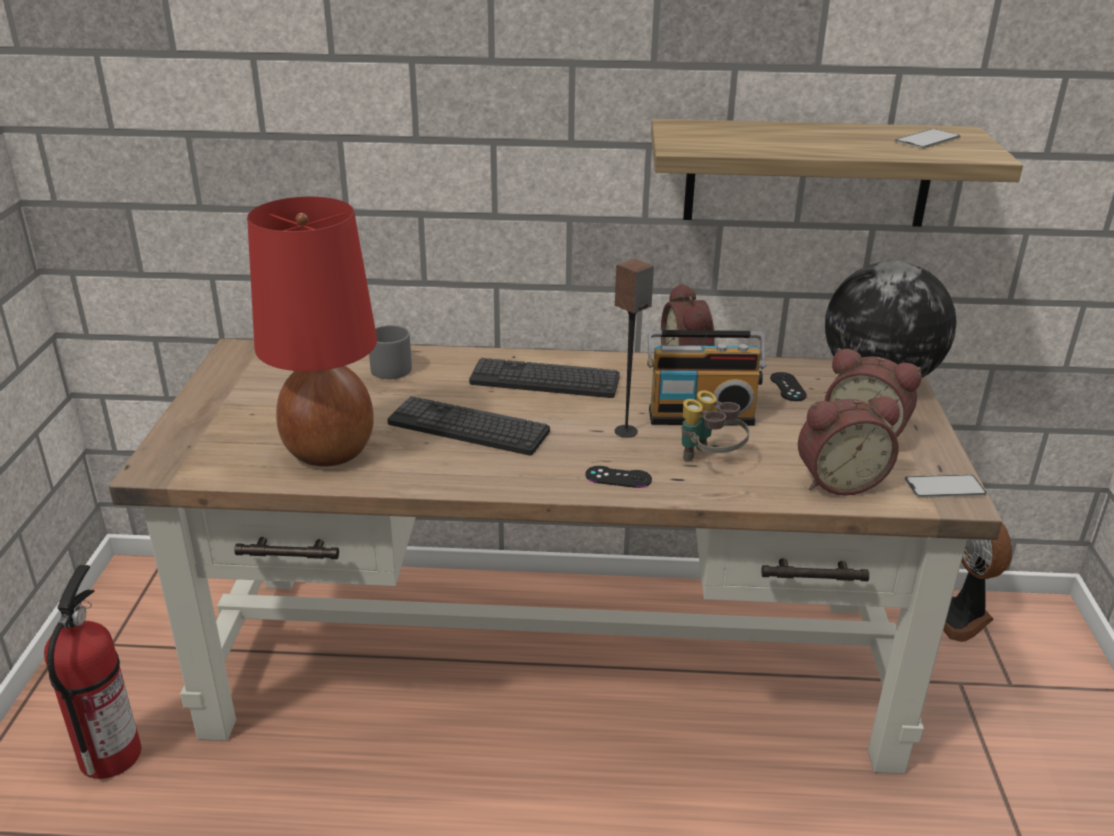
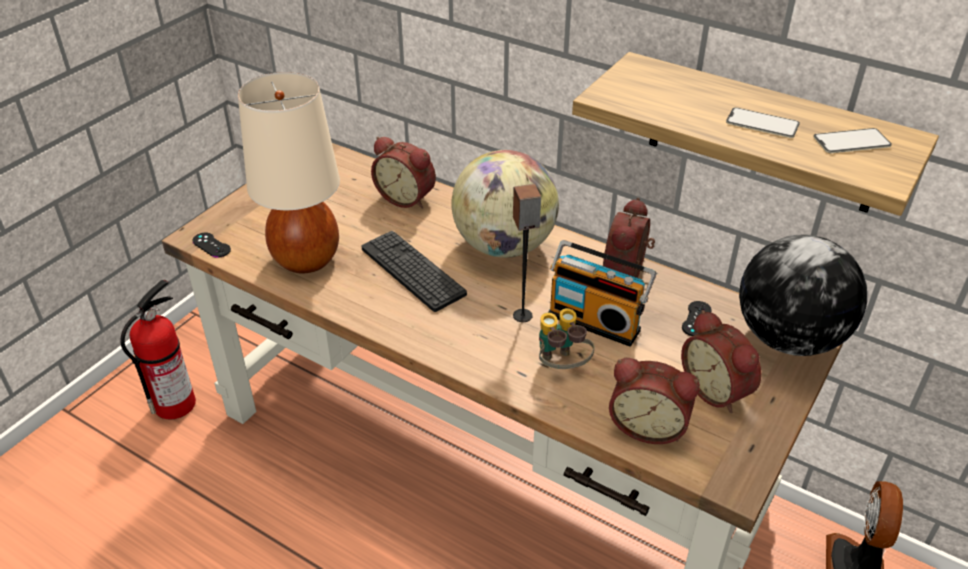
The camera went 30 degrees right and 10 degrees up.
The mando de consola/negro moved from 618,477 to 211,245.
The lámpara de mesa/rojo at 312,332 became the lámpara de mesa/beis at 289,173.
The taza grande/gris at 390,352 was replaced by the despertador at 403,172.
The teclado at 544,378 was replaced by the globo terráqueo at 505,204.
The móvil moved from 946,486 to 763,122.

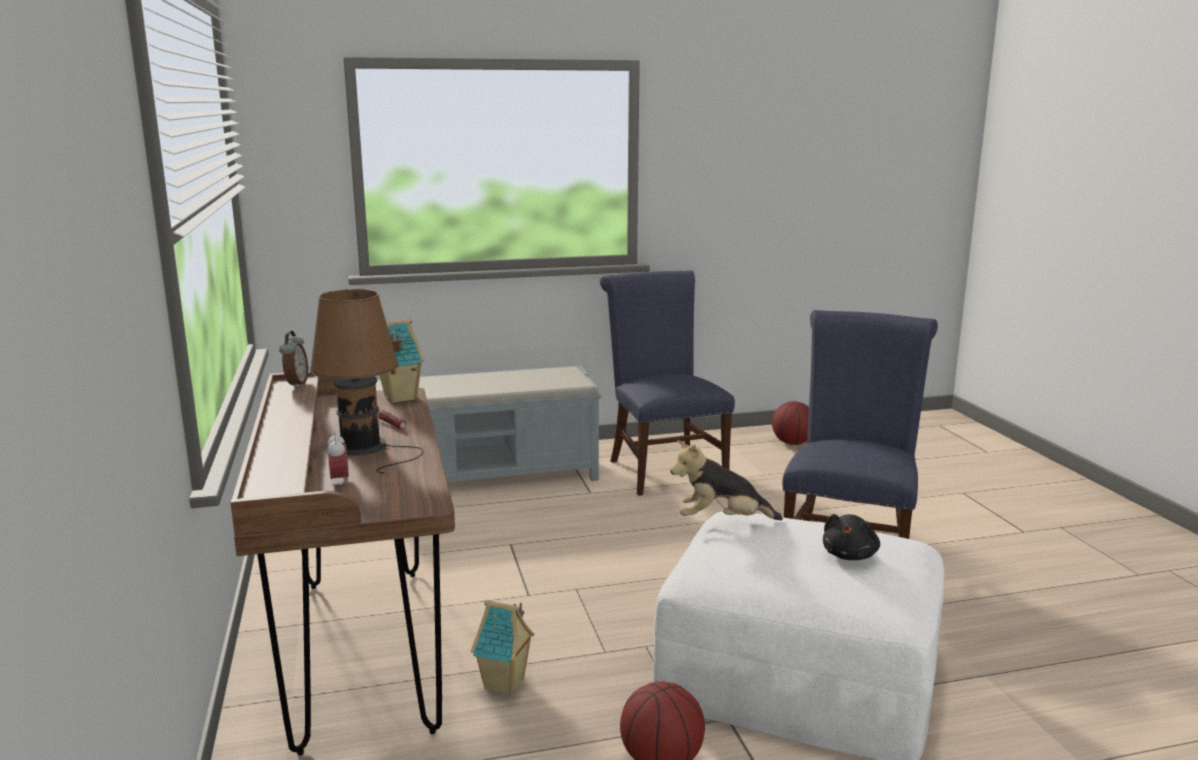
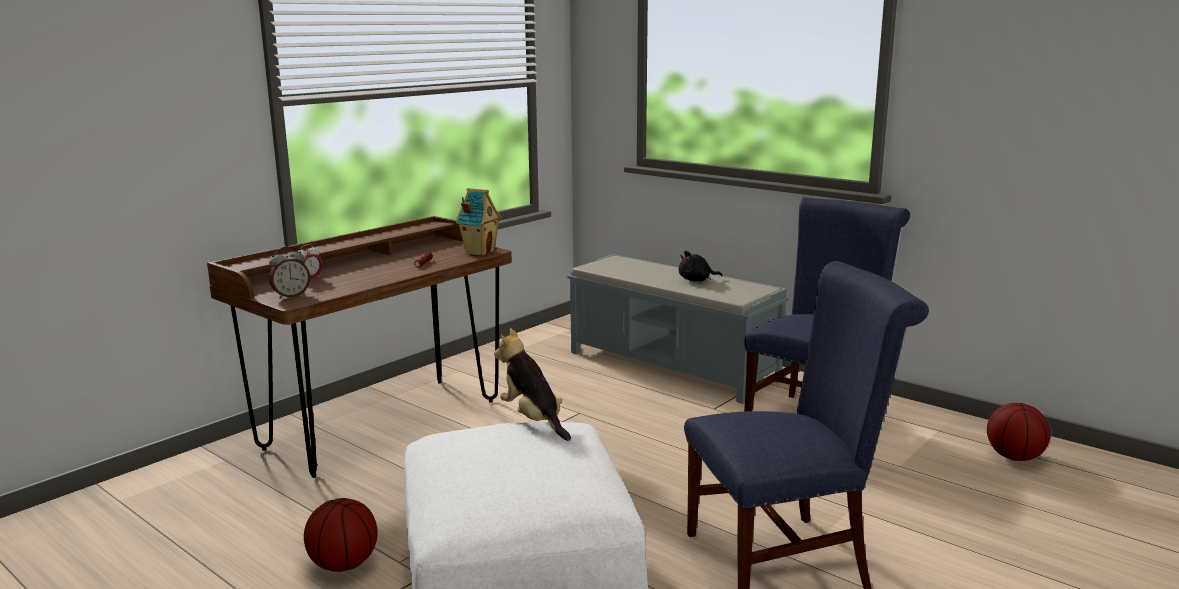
The camera went 55 degrees right and 0 degrees up.
The despertador moved from 293,359 to 289,272.
The peluche/negro moved from 851,537 to 700,266.
The lámpara de mesa/marrón at 366,381 disappeared.
The casita at 502,648 disappeared.

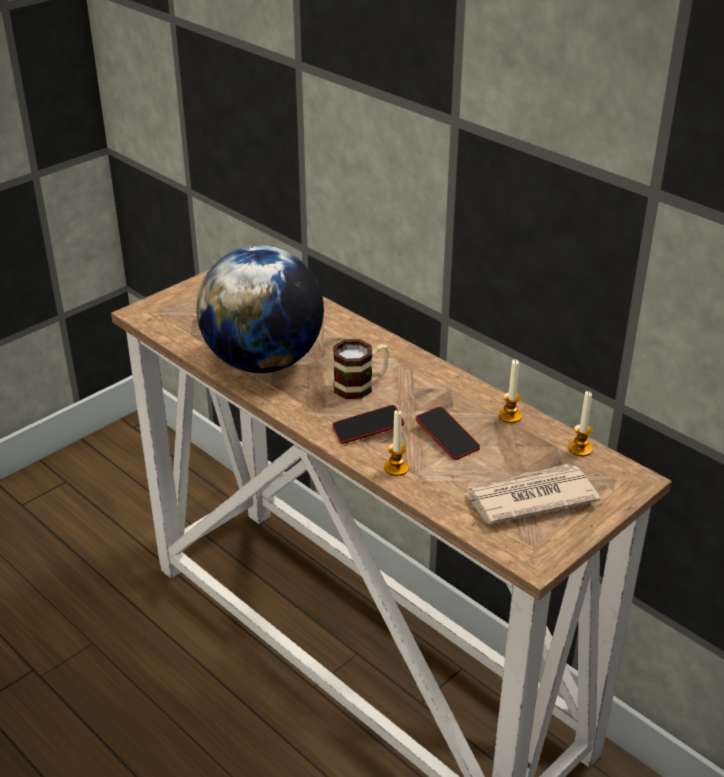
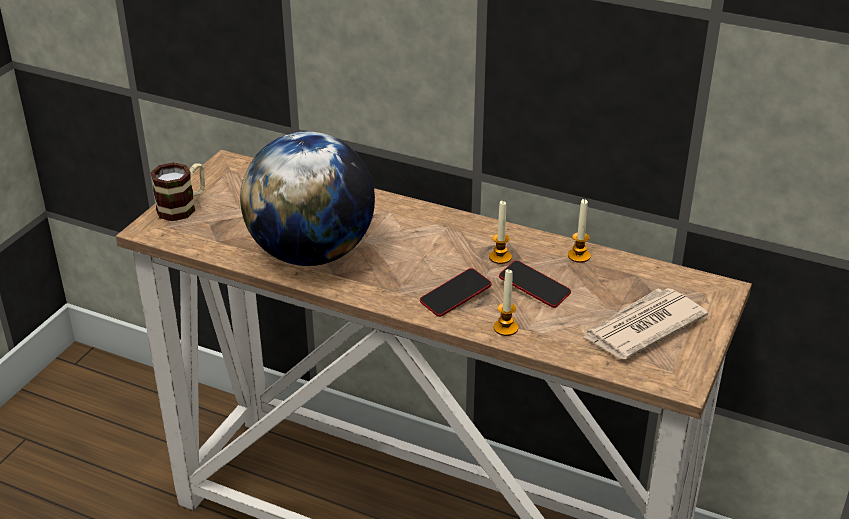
The camera went 20 degrees left and 0 degrees up.
The taza grande moved from 361,369 to 177,191.
The vela moved from 580,423 to 500,232.

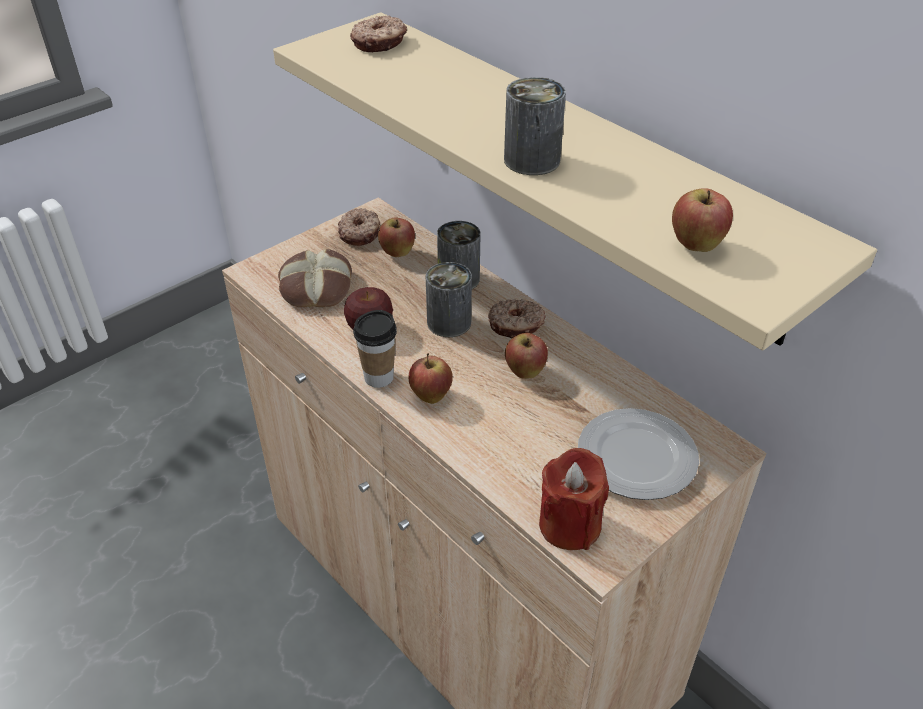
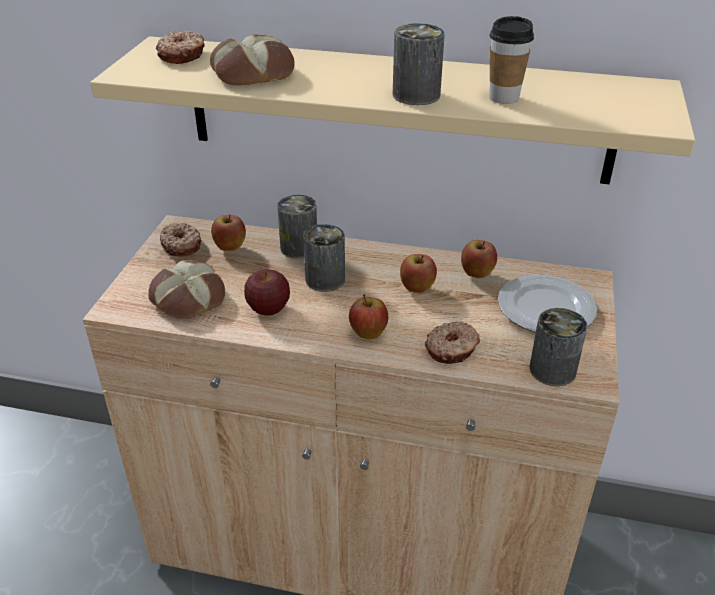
The camera went 35 degrees left and 5 degrees down.
The pan at 252,60 appeared.
The rosquilla moved from 517,318 to 452,343.
The manzana moved from 702,220 to 479,259.
The taza moved from 375,349 to 511,60.
The vela/rojo at 574,499 was replaced by the lata at 558,347.

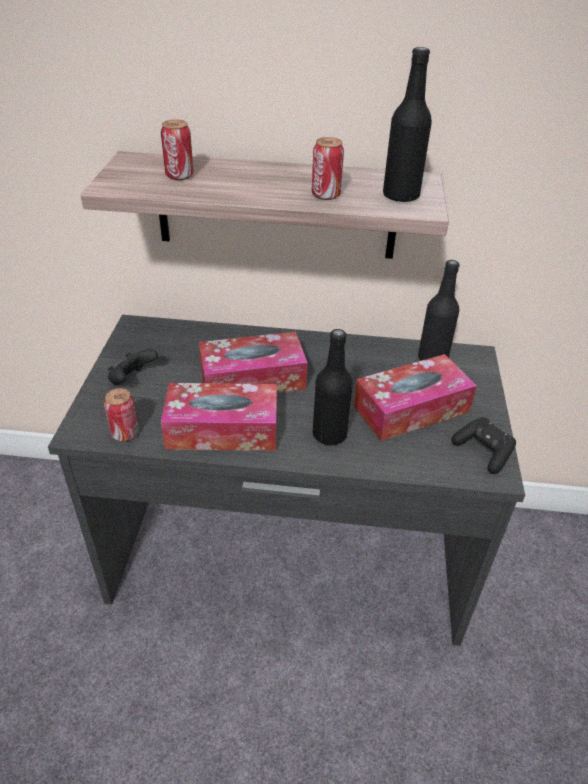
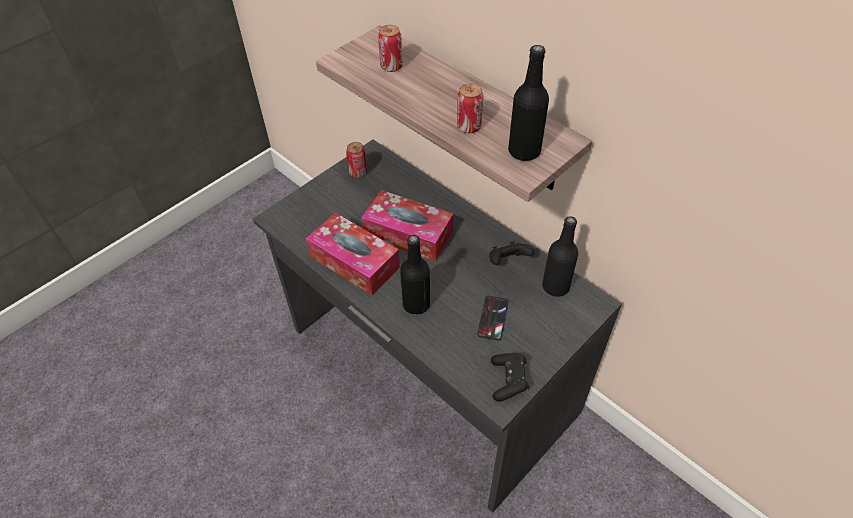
The camera went 40 degrees right and 10 degrees up.
The lata moved from 121,414 to 356,160.
The caja de pañuelos at 415,397 was replaced by the móvil at 493,318.
The mando de consola/negro moved from 133,367 to 511,253.

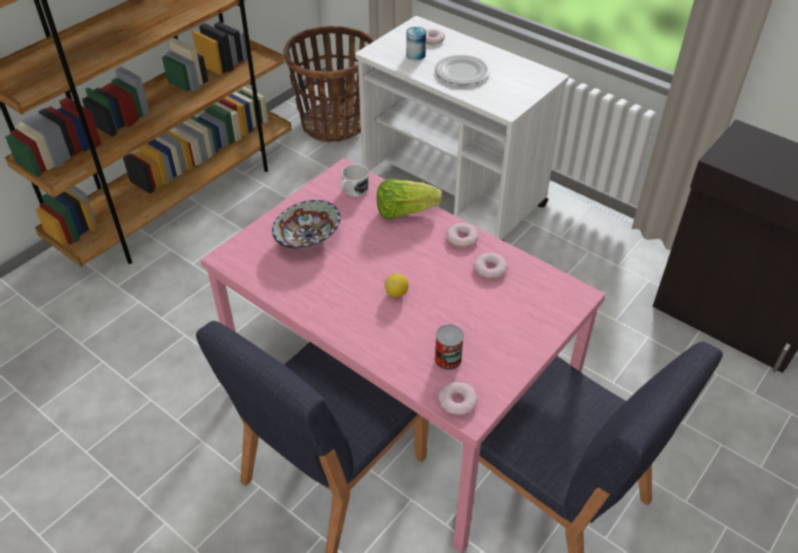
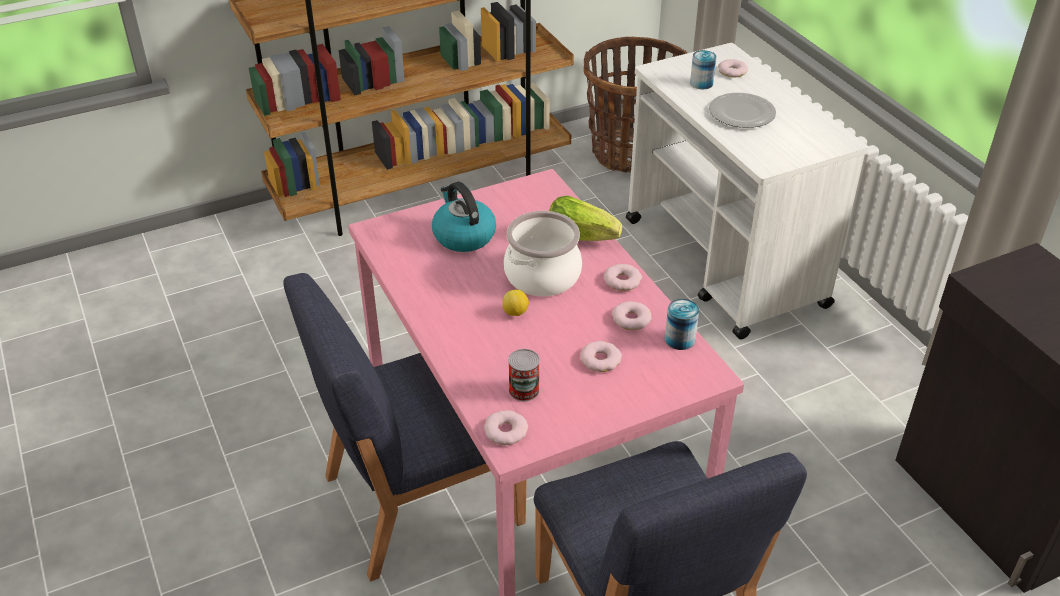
The camera went 25 degrees right and 5 degrees down.
The cuenco at 306,224 was replaced by the hervidor at 464,217.
The olla at 543,254 appeared.
The rosquilla at 601,356 appeared.
The lata at 682,324 appeared.
The taza grande/blanco at 354,180 disappeared.

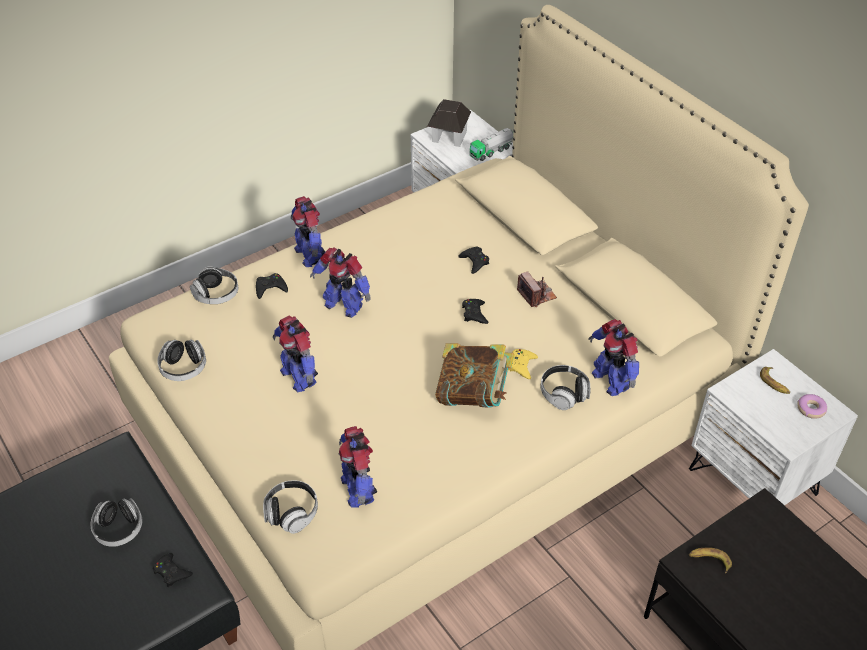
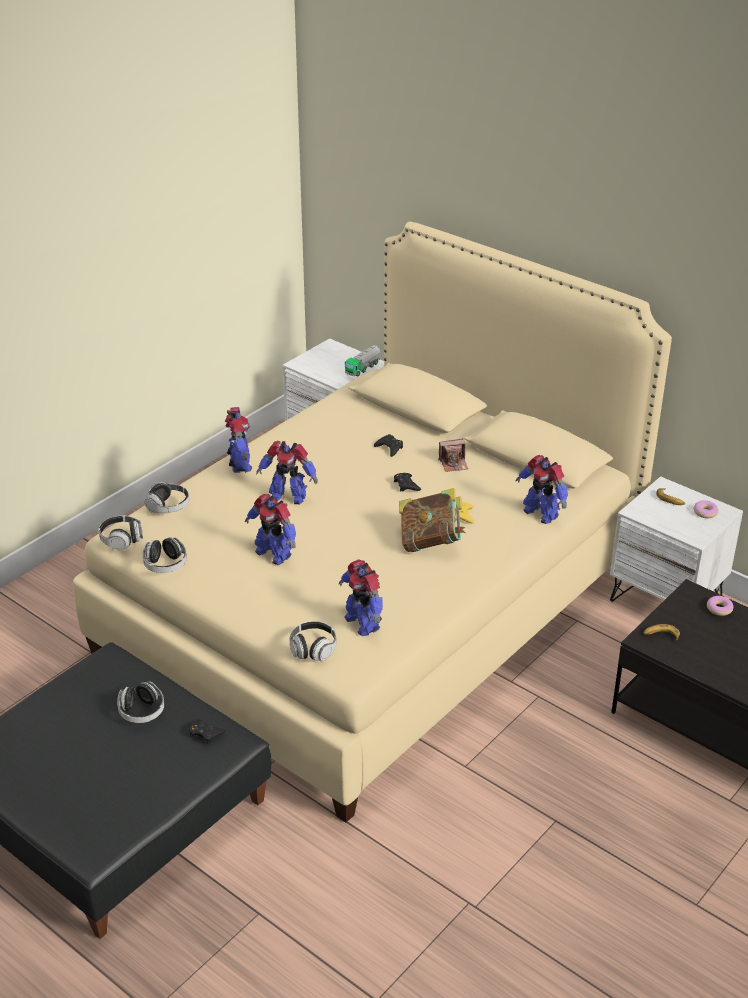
The camera went 15 degrees left and 10 degrees down.
The auriculares moved from 565,387 to 120,533.
The robot de juguete at 308,231 turned 150 degrees counterclockwise.
The cámara at 537,289 turned 120 degrees clockwise.
The rosquilla at 720,606 appeared.
The mando de consola/negro at 272,286 disappeared.
The casita at 449,123 disappeared.

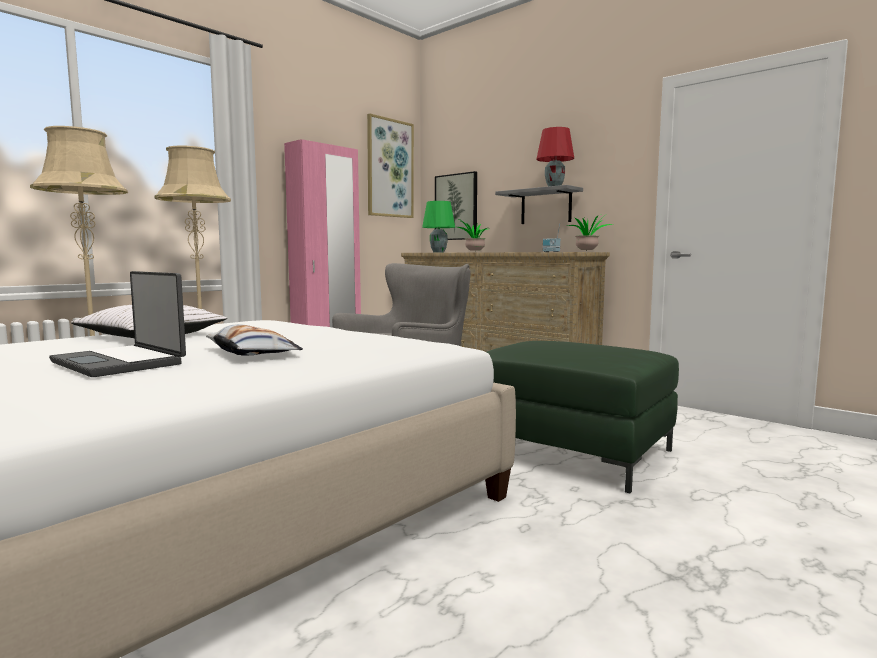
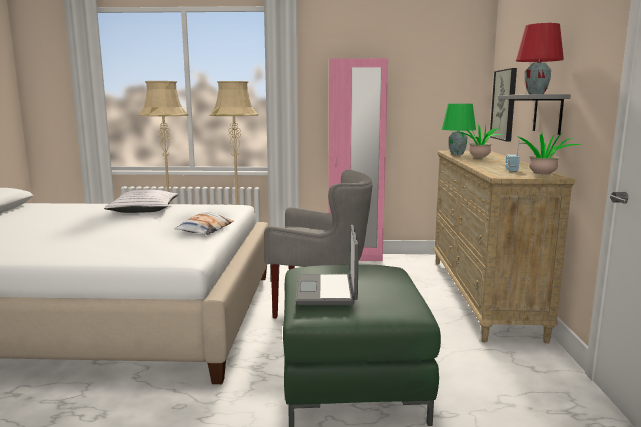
The camera went 50 degrees right and 5 degrees up.
The cojín moved from 254,340 to 204,223.
The portátil moved from 117,324 to 327,265.
The cuadro at 390,165 disappeared.

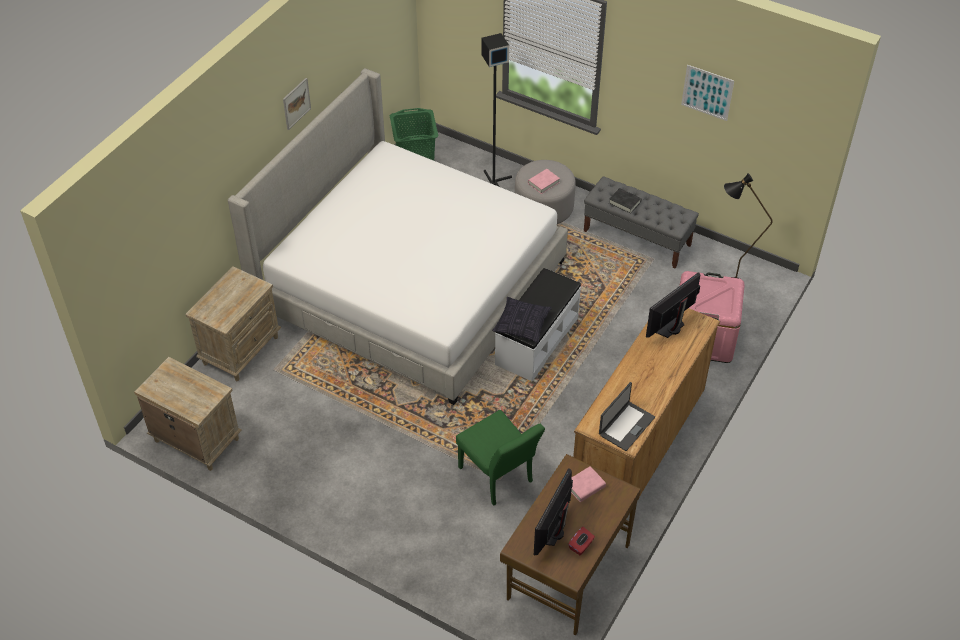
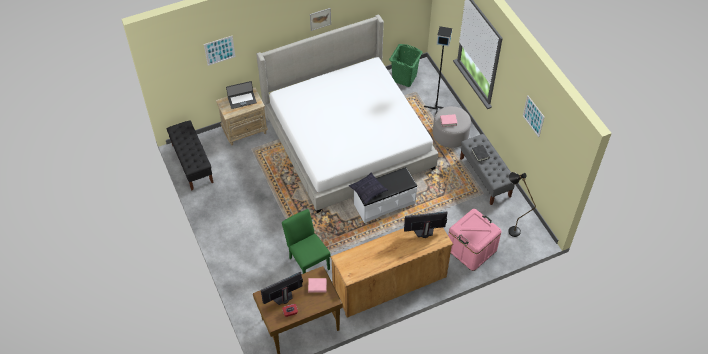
The camera went 35 degrees right and 5 degrees up.
The mesita de noche/beis at 188,414 was replaced by the banco/negro at 190,155.
The cuadro at 220,51 appeared.
The portátil moved from 627,416 to 241,95.
The silla/verde at 500,458 turned 150 degrees clockwise.

